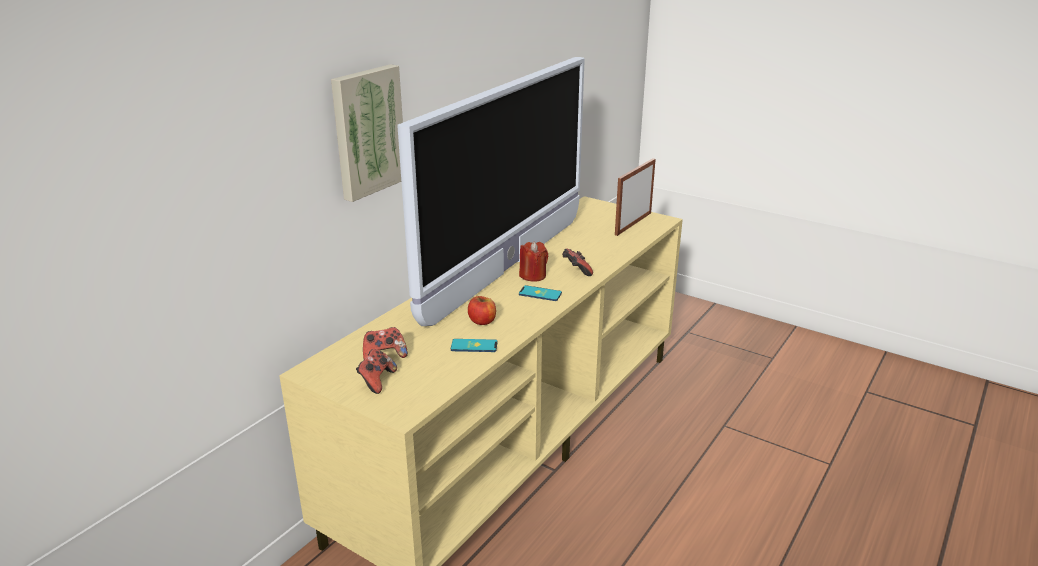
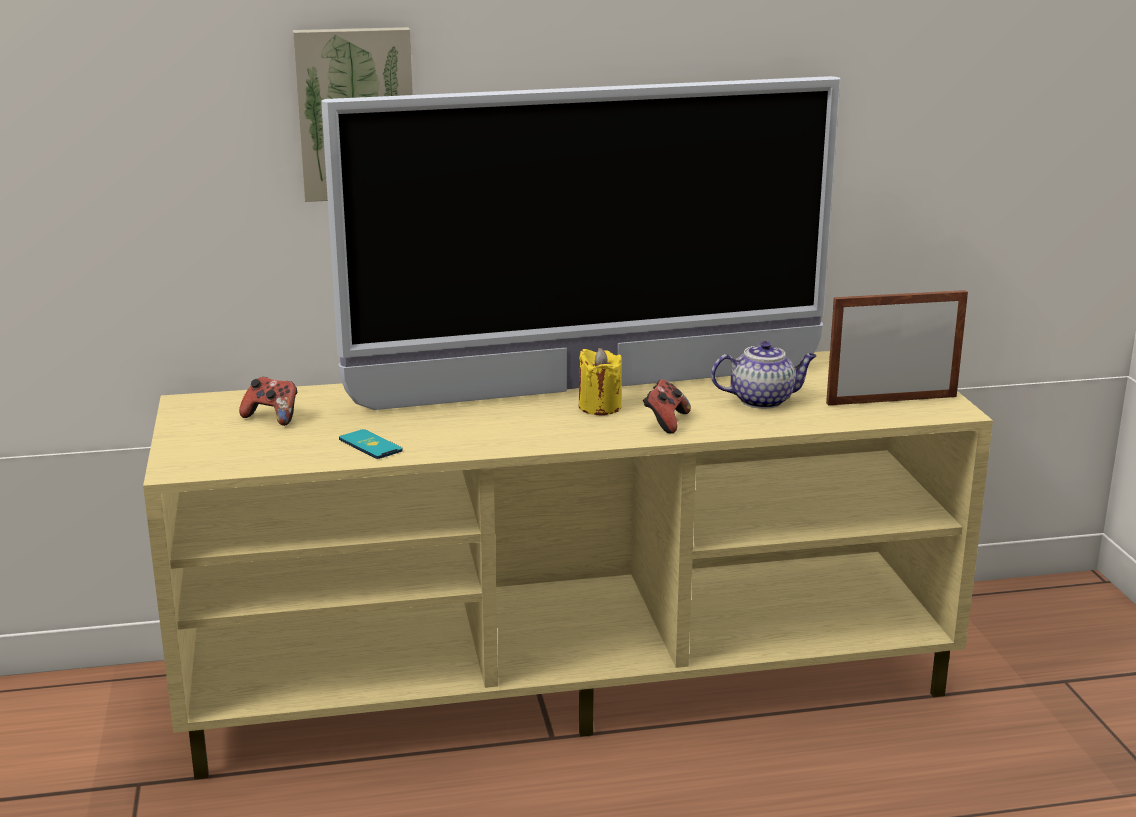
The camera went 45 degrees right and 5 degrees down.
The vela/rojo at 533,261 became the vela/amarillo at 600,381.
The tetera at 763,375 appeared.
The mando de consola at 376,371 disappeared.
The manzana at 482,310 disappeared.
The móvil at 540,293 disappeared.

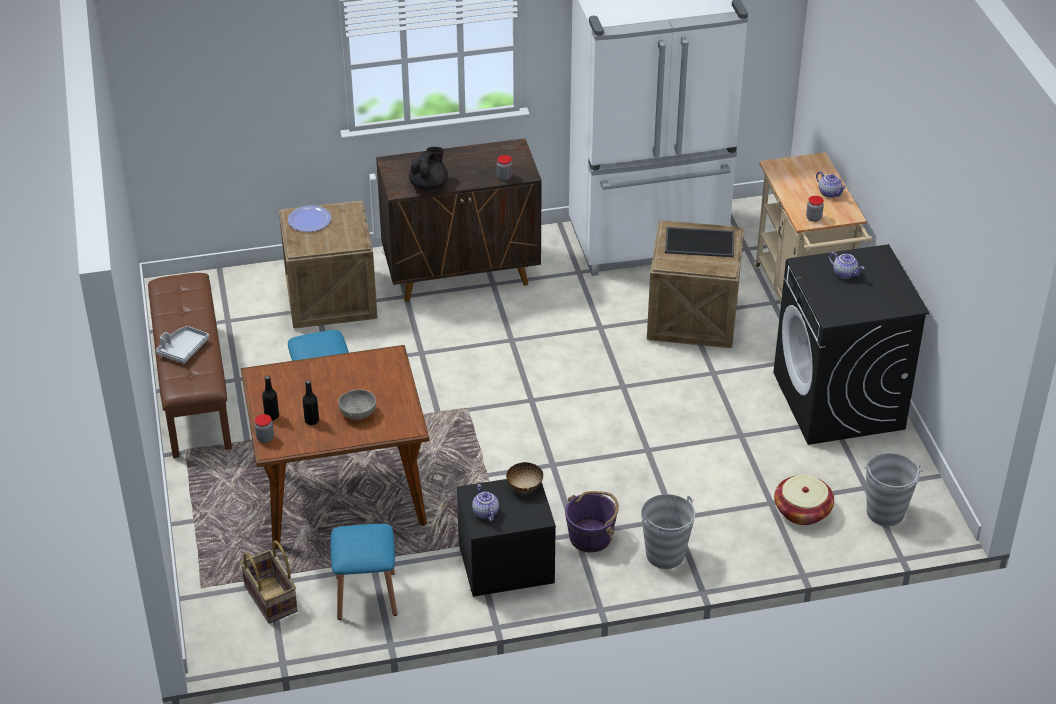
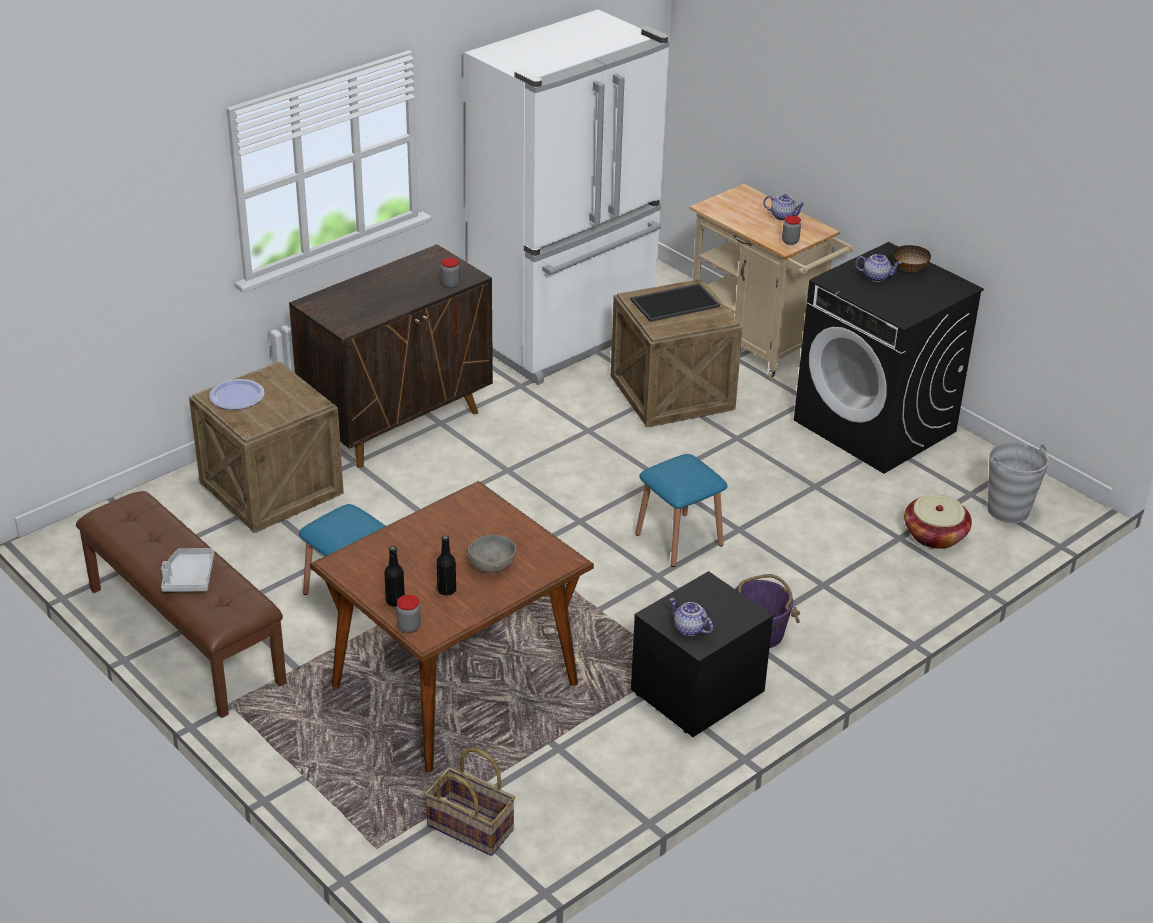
The camera went 30 degrees left and 5 degrees down.
The taburete/azul moved from 364,572 to 681,510.
The cuenco moved from 524,477 to 912,258.
The tetera/negro at 428,169 disappeared.
The cubo/gris at 668,531 disappeared.

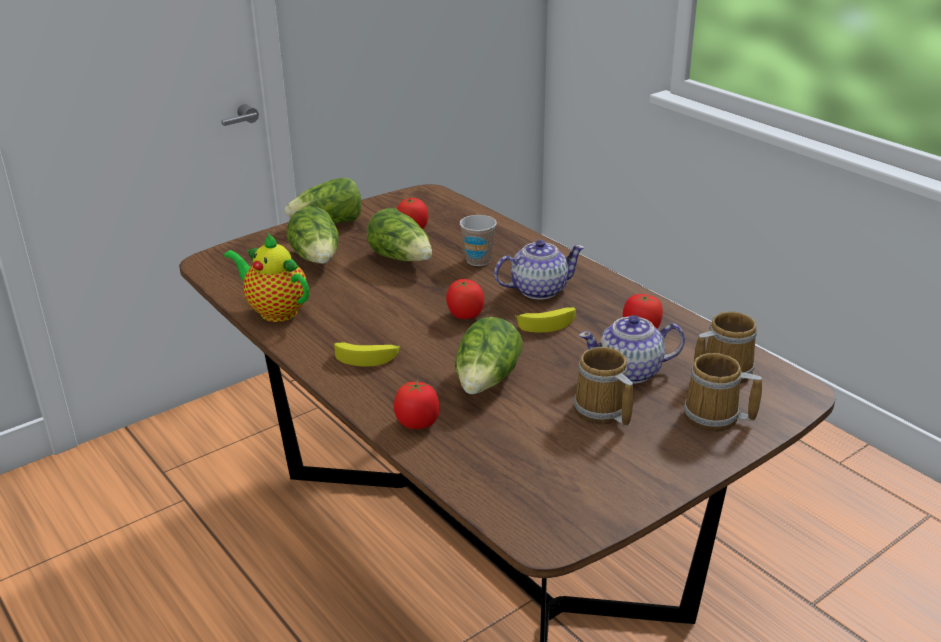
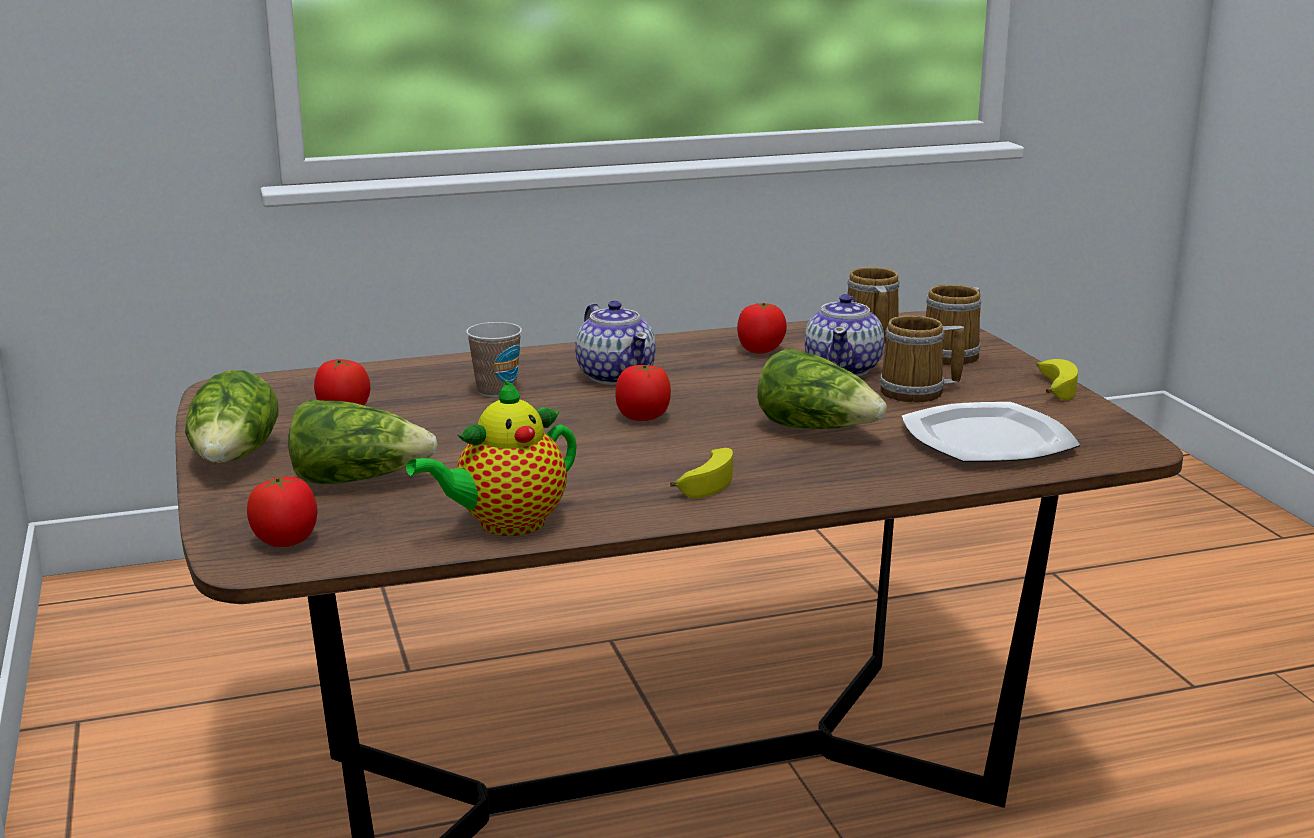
The camera went 70 degrees left and 10 degrees down.
The tomate moved from 416,404 to 282,510.
The tetera at 539,270 turned 150 degrees clockwise.
The plato at 991,432 appeared.
The plátano moved from 545,319 to 1057,380.
The lechuga at 399,234 disappeared.

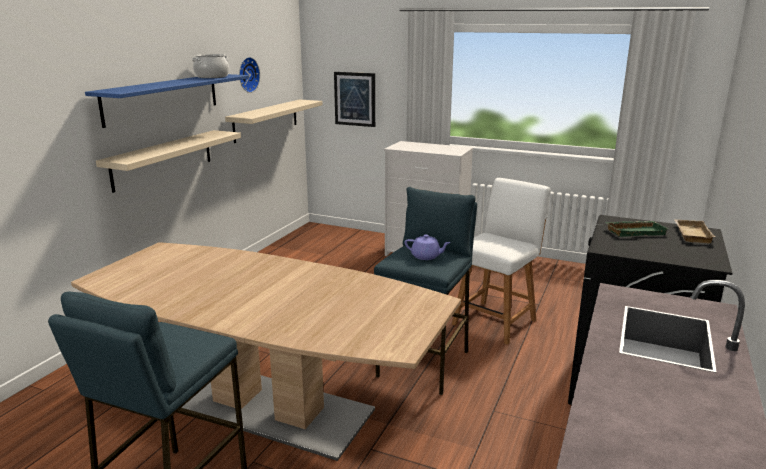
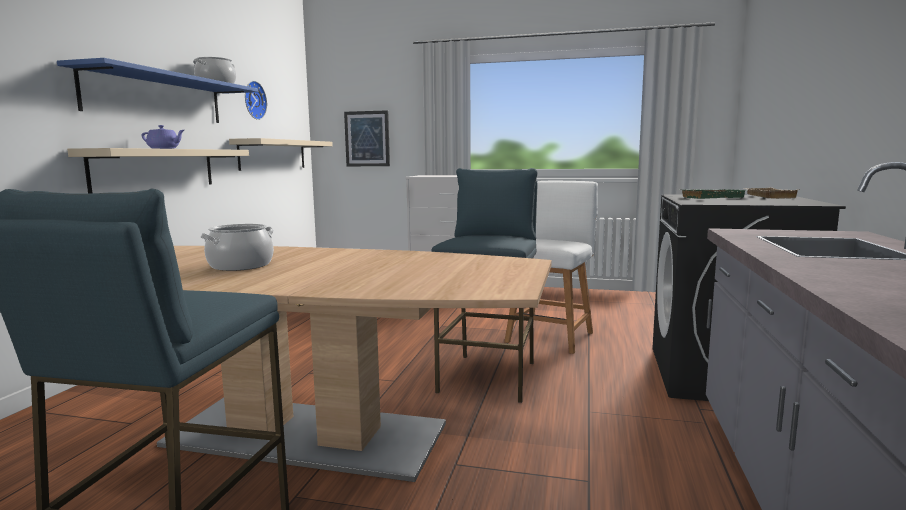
The camera went 10 degrees left and 10 degrees down.
The tetera/morado moved from 428,247 to 162,137.
The olla at 237,247 appeared.

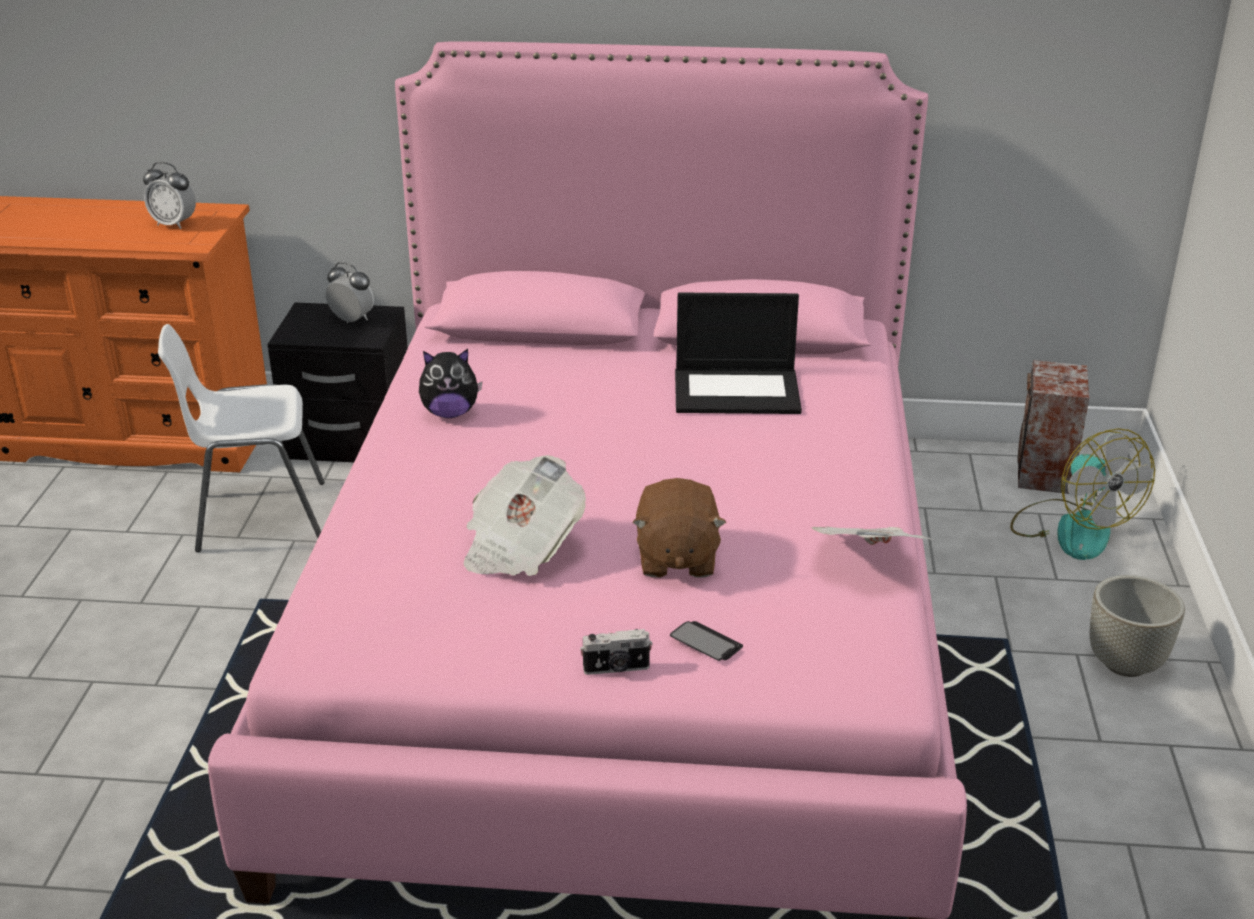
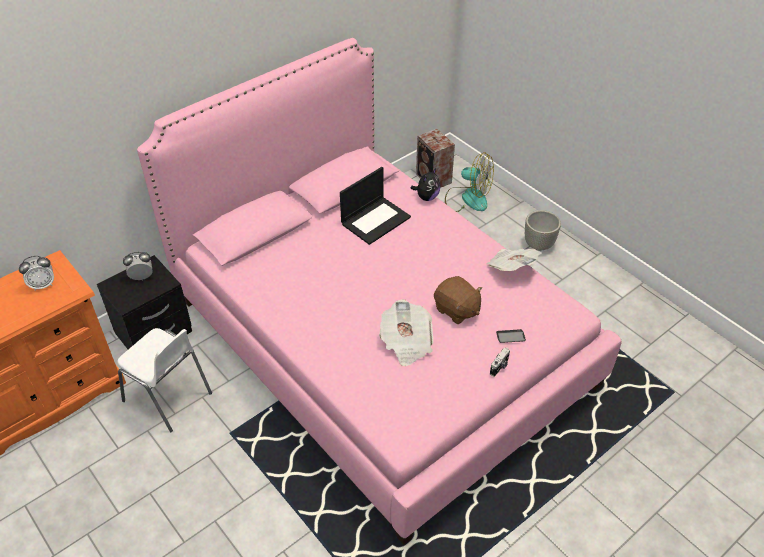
The camera went 45 degrees left and 15 degrees up.
The silla/blanco at 241,438 turned 90 degrees counterclockwise.
The peluche moved from 450,383 to 426,184.

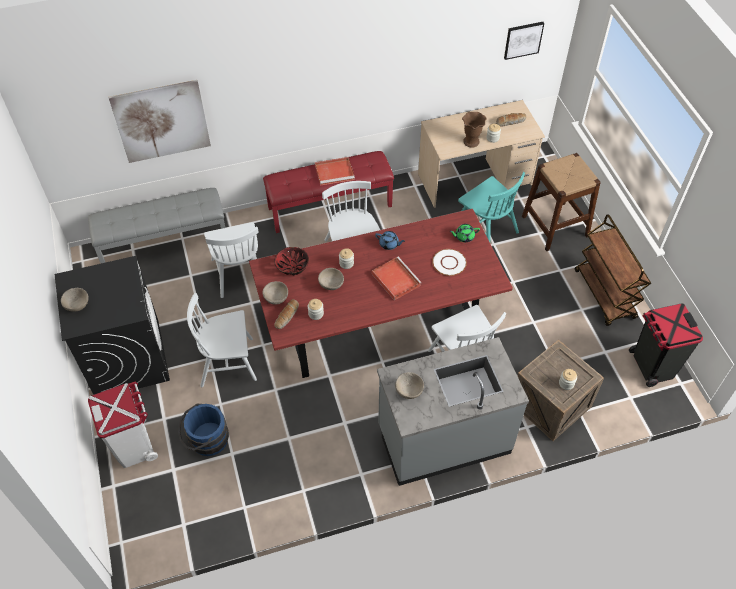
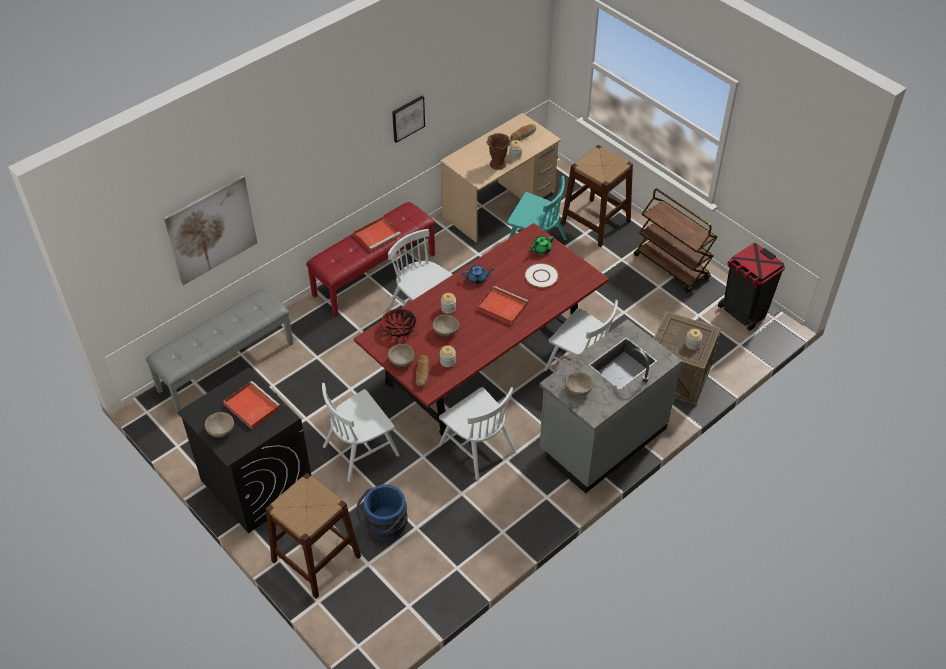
The camera went 25 degrees left and 5 degrees down.
The bandeja/rojo at 252,405 appeared.
The papelera/blanco at 123,424 was replaced by the taburete/marrón at 313,536.
The cuadro moved from 524,41 to 408,119.
The silla/blanco moved from 231,260 to 477,434.

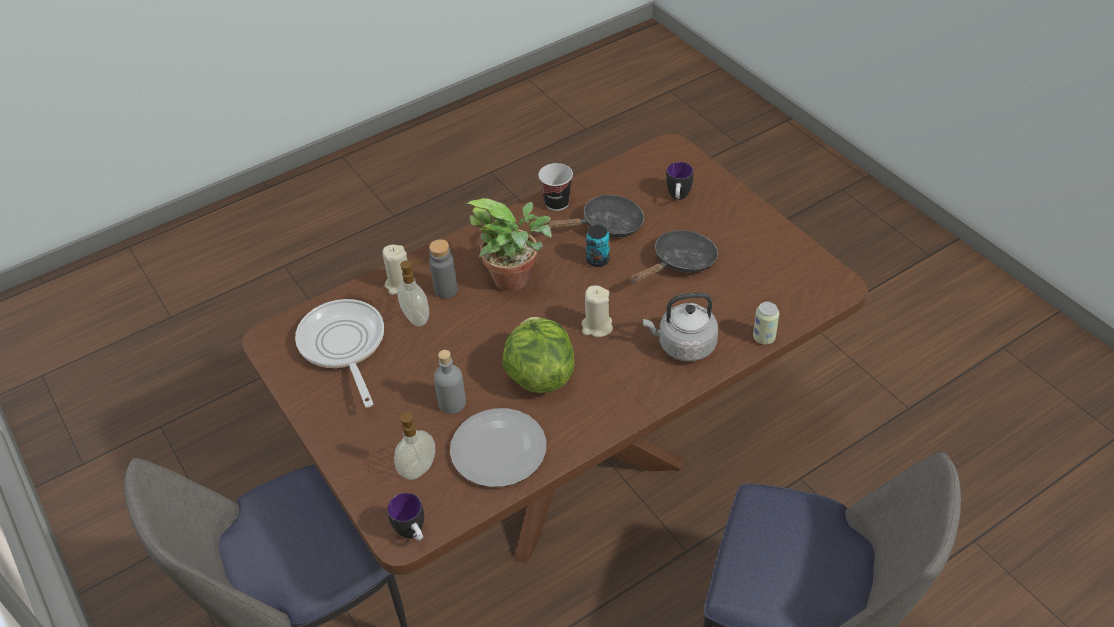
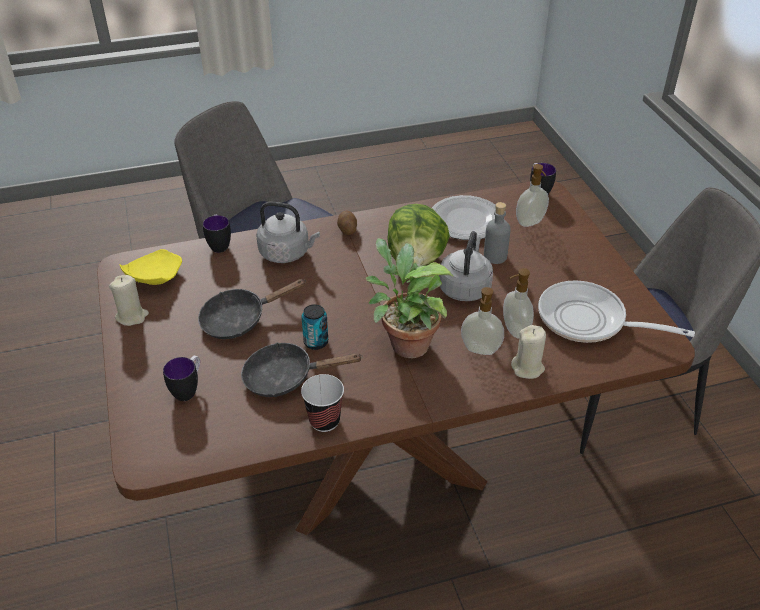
The camera went 165 degrees left and 5 degrees down.
The vela/beis moved from 597,311 to 129,300.
The plato/amarillo at 151,267 appeared.
The lata at 766,323 was replaced by the taza grande at 217,234.
The patata at 347,223 appeared.
The hervidor/gris at 466,266 appeared.
The botella/gris at 443,268 was replaced by the dispensador de jabón at 482,321.
The sartén at 339,353 turned 120 degrees clockwise.

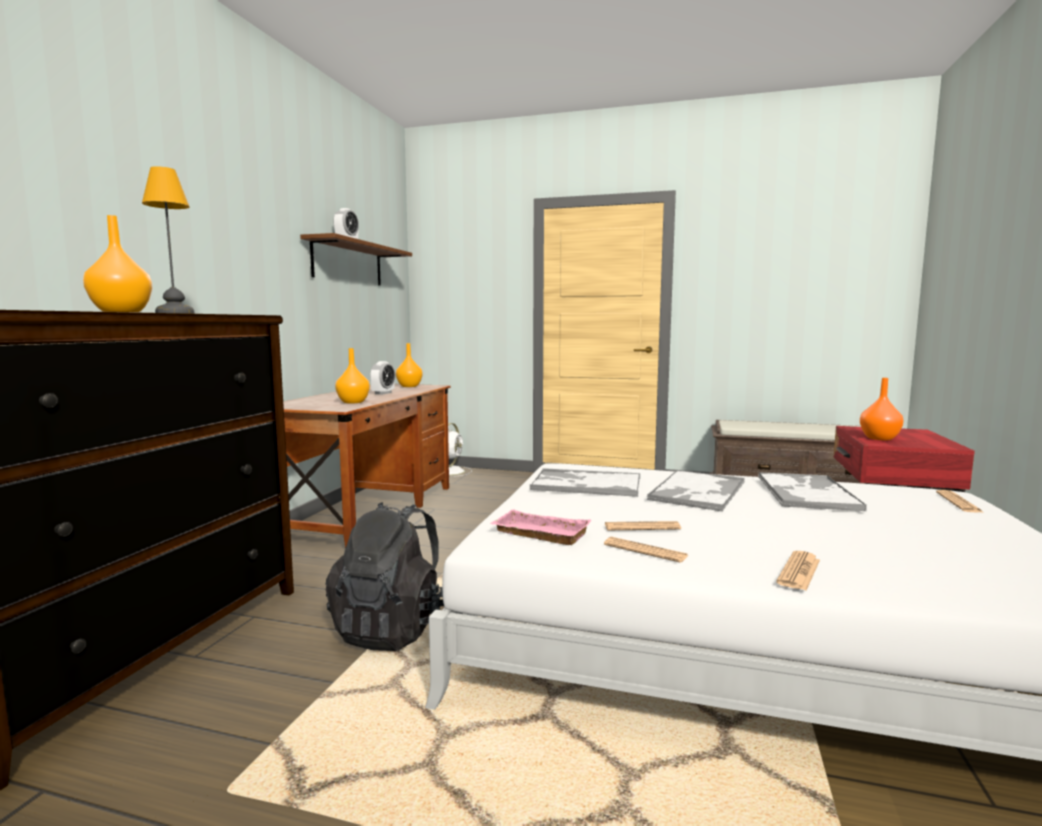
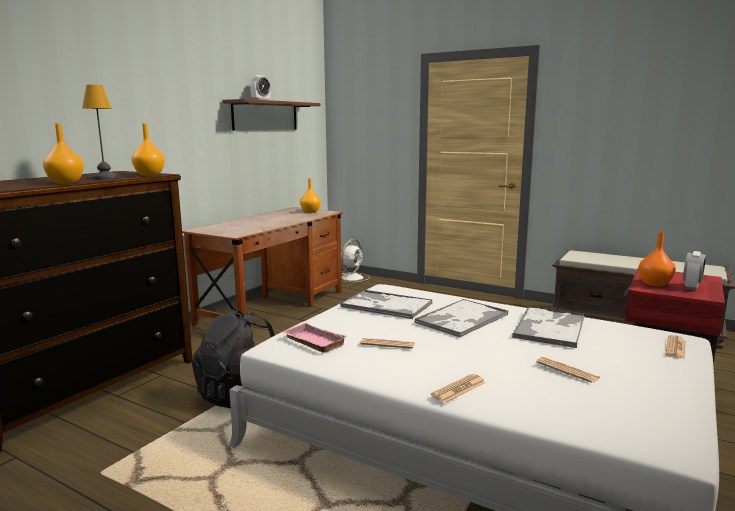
The camera went 15 degrees right and 5 degrees up.
The florero/naranja moved from 352,376 to 148,150.
The periódico moved from 646,550 to 568,370.
The despertador moved from 382,378 to 694,271.

